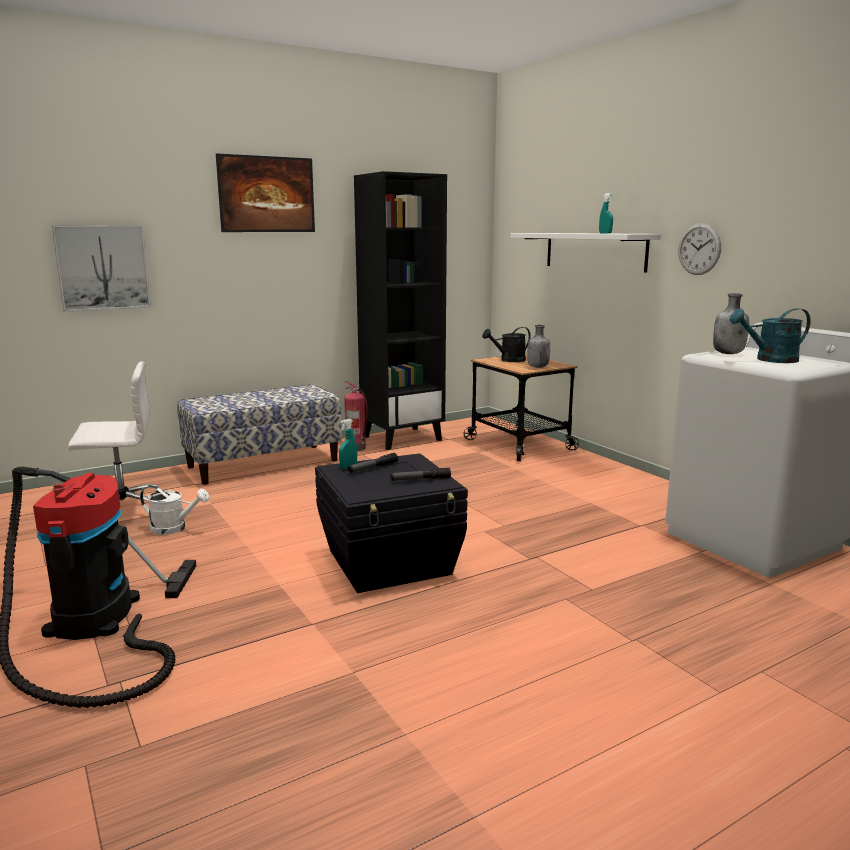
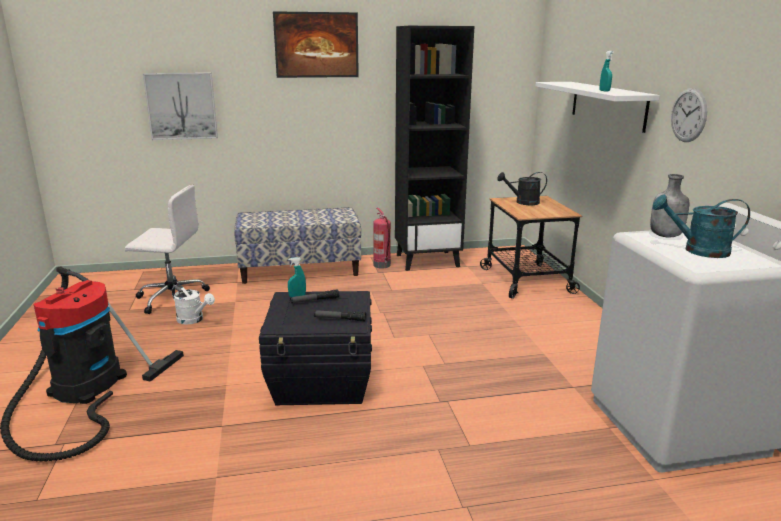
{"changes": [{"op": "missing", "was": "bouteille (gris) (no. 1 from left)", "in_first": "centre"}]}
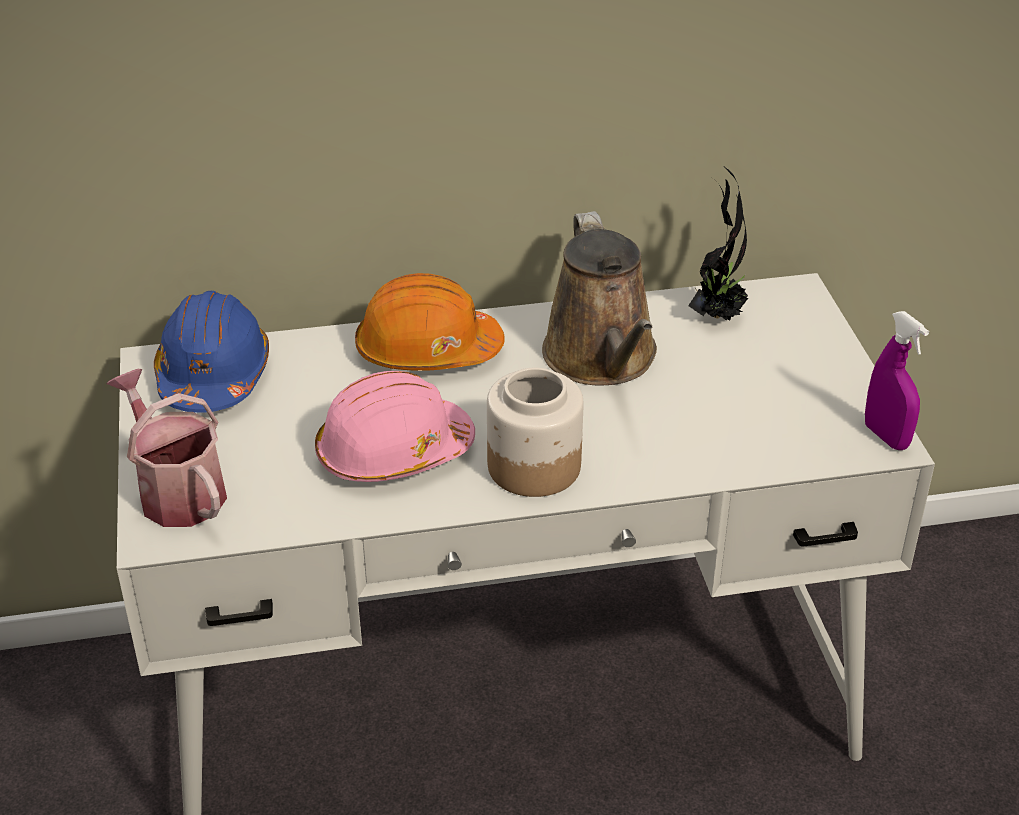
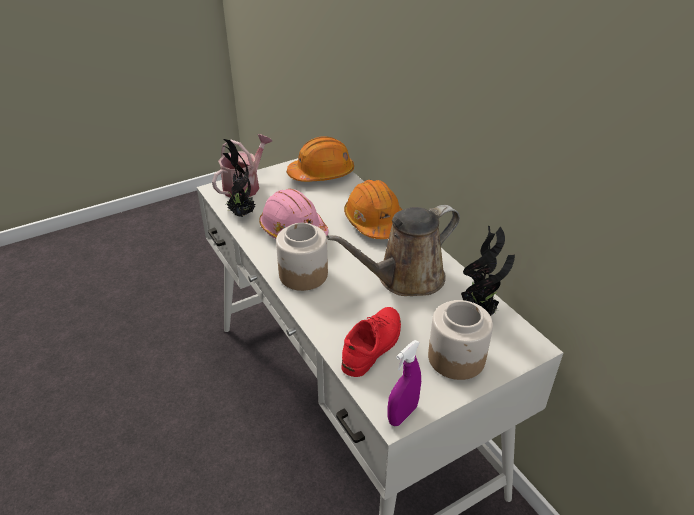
{"changes": [{"op": "colour", "was": "casque de chantier (bleu)", "now": "casque de chantier (orange) (no. 1 from left)", "in_first": "middle left", "in_second": "top centre"}, {"op": "appeared", "now": "plante en pot (no. 1 from left)", "in_second": "centre"}, {"op": "appeared", "now": "bocal (no. 2 from left)", "in_second": "centre"}, {"op": "appeared", "now": "chaussure (rouge)", "in_second": "centre"}]}
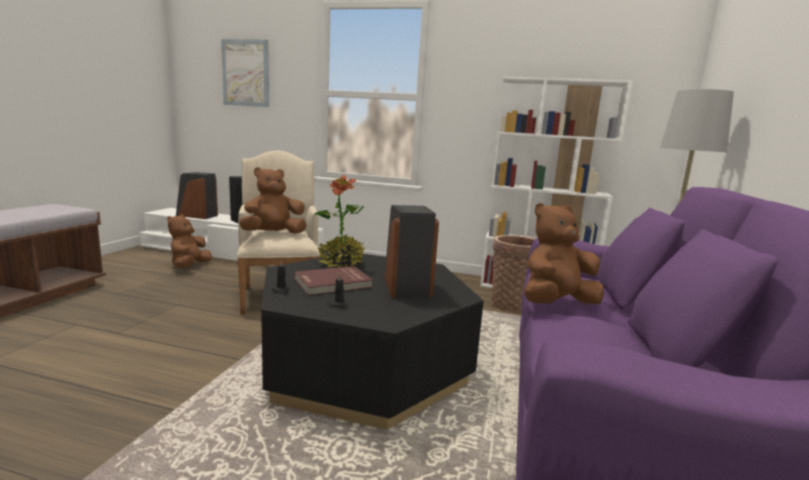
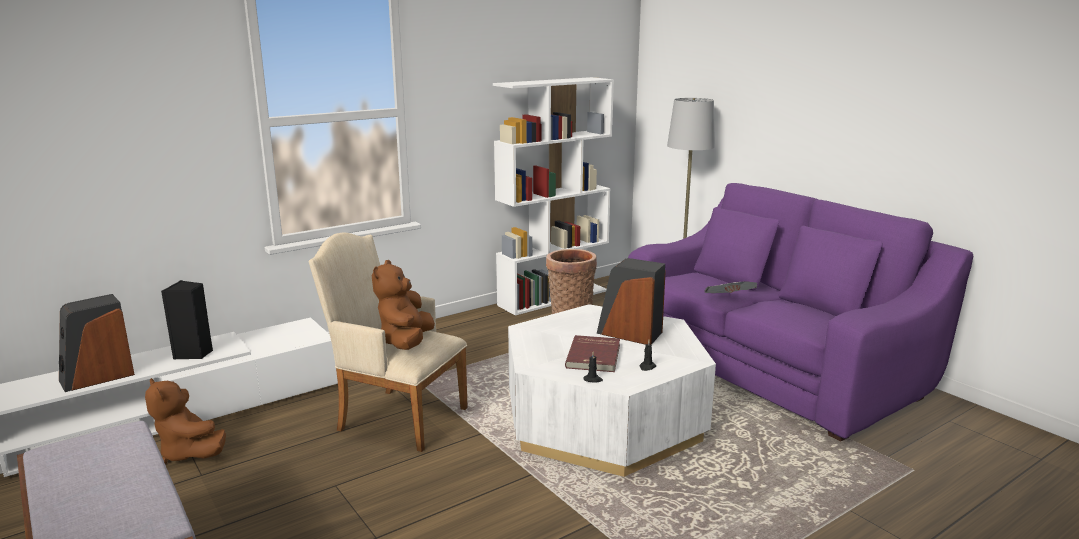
{"changes": [{"op": "missing", "was": "tableau", "in_first": "top left"}, {"op": "missing", "was": "plante en pot", "in_first": "centre"}, {"op": "exchanged", "was": "peluche (marron) (no. 3 from left)", "now": "journal", "in_first": "middle right", "in_second": "middle right"}, {"op": "colour", "was": "table basse (noir)", "now": "table basse (blanc)", "in_first": "bottom centre", "in_second": "bottom centre"}]}
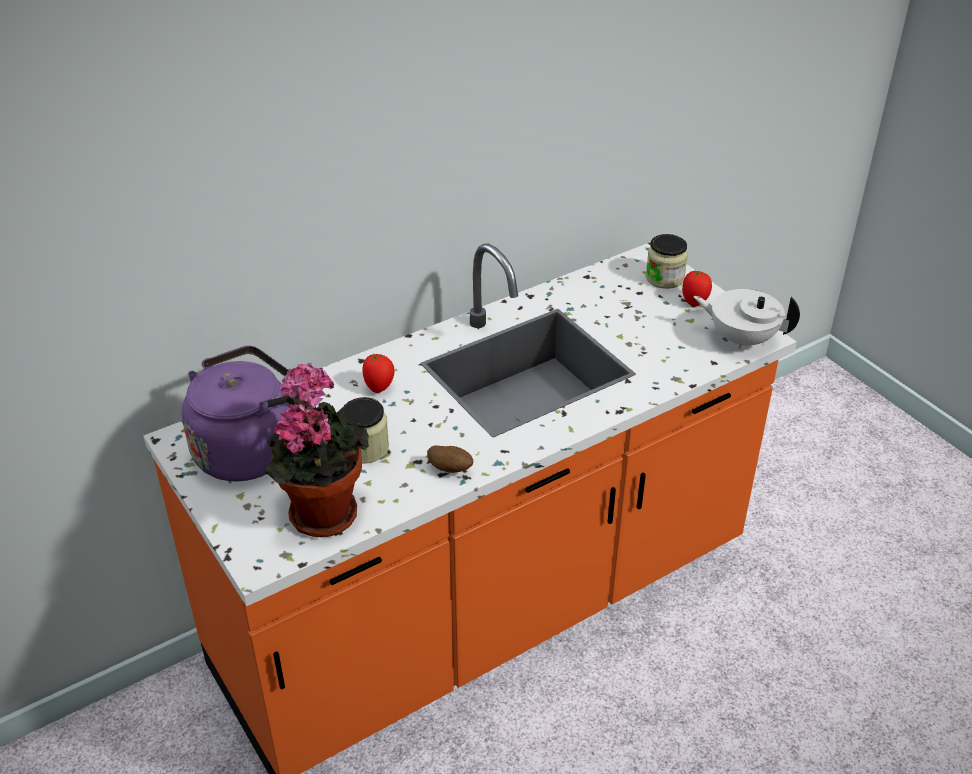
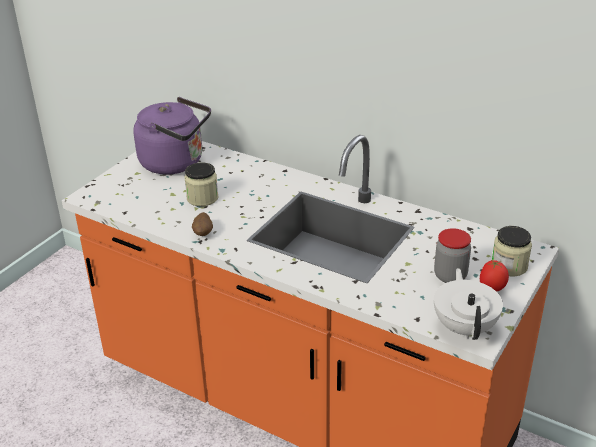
{"changes": [{"op": "missing", "was": "tomate (no. 1 from left)", "in_first": "centre"}, {"op": "missing", "was": "plante en pot", "in_first": "middle left"}, {"op": "appeared", "now": "bocal (no. 2 from left)", "in_second": "middle right"}]}
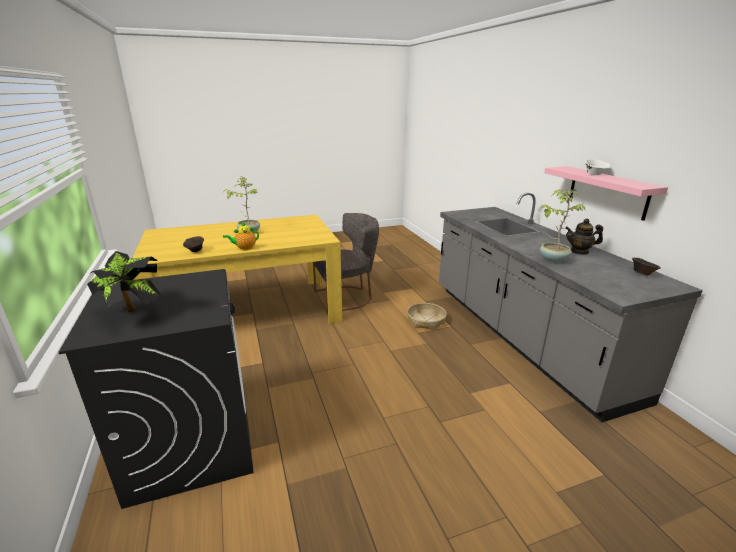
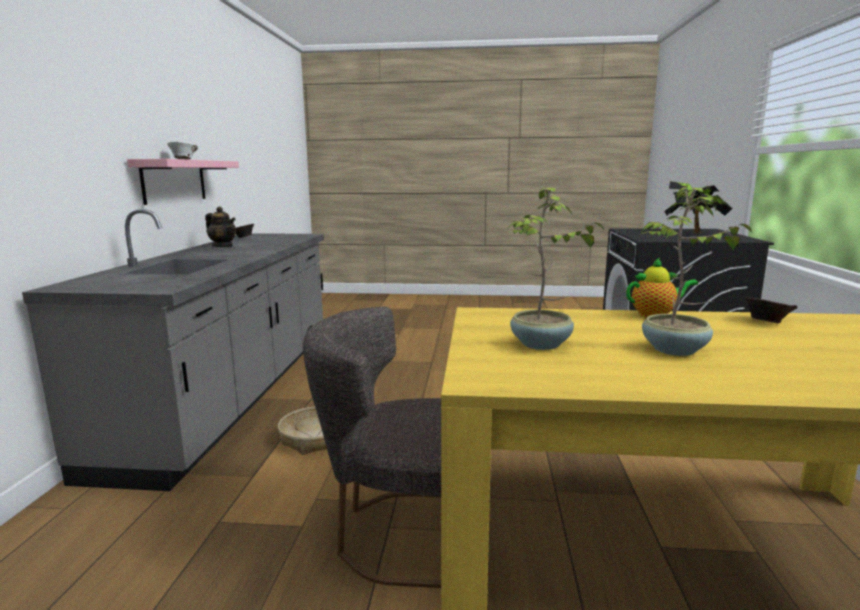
{"changes": [{"op": "relocated", "was": "plante en pot (no. 3 from left in the first image)", "now": "plante en pot (no. 1 from left)", "in_first": "middle right", "in_second": "centre"}]}
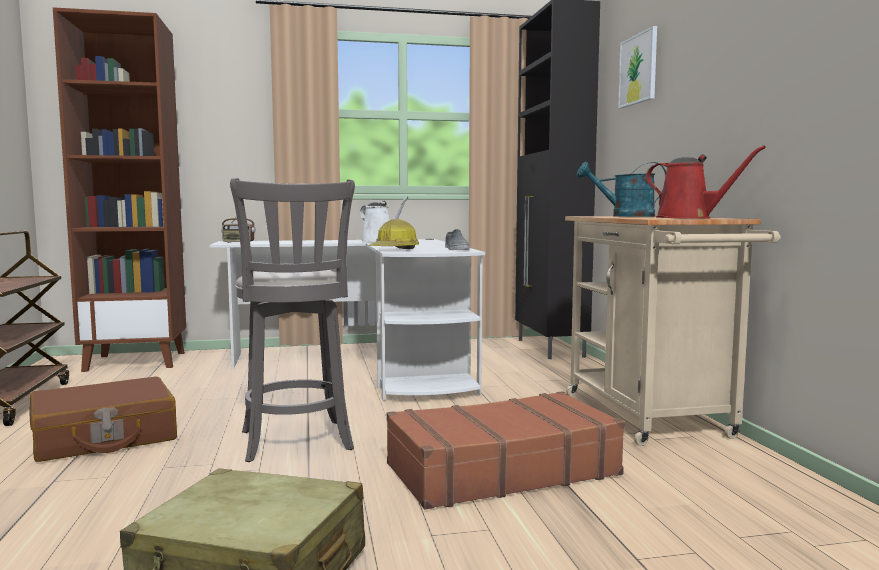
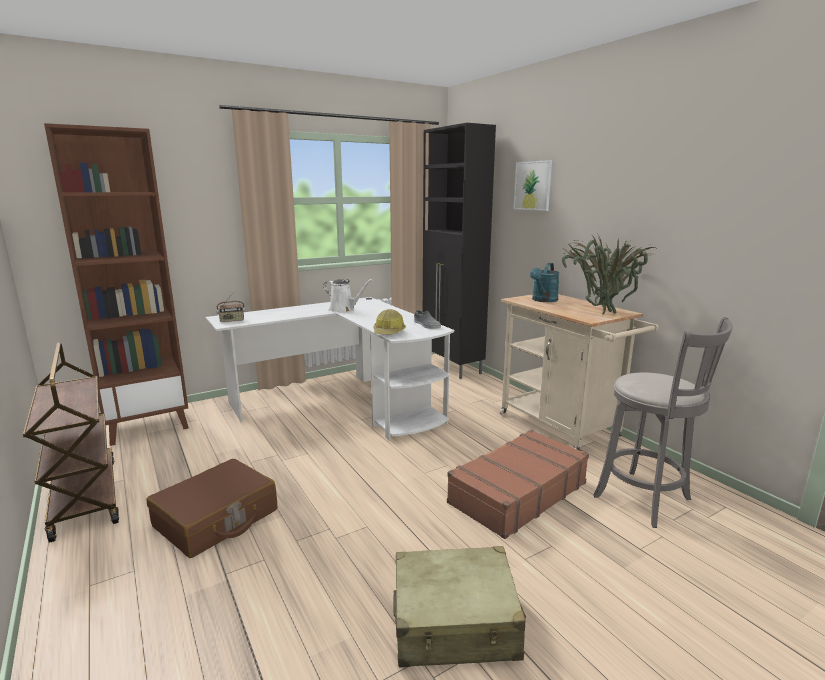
{"changes": [{"op": "exchanged", "was": "arrosoir (rouge)", "now": "plante en pot", "in_first": "top right", "in_second": "middle right"}, {"op": "spun", "was": "arrosoir (turquoise)", "in_first": "top right", "in_second": "centre", "clockwise": -45}, {"op": "relocated", "was": "tabouret (gris)", "in_first": "middle left", "in_second": "middle right"}]}
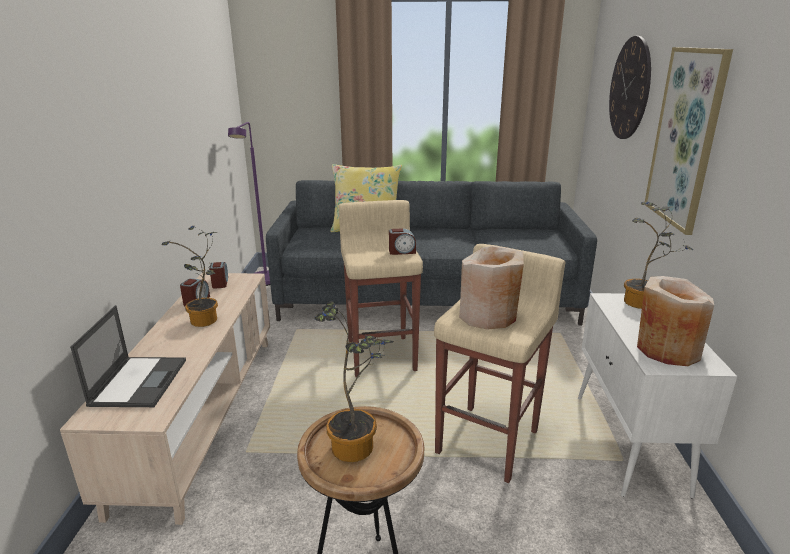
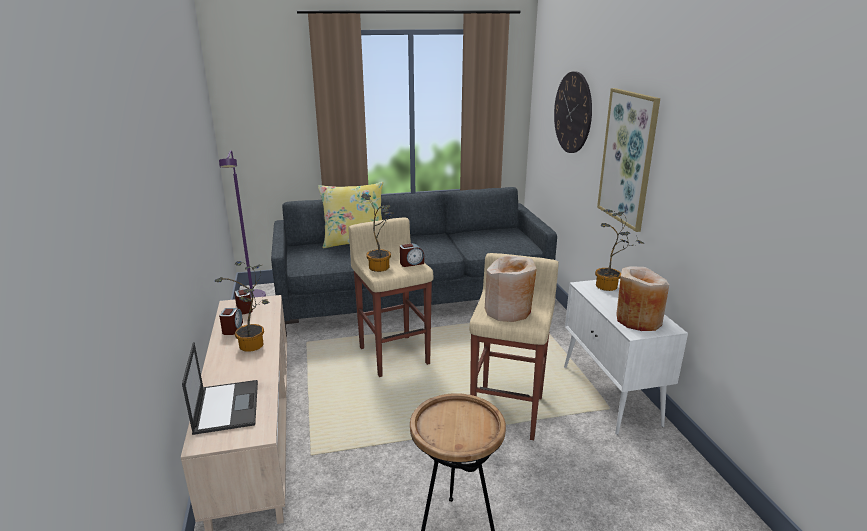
{"changes": [{"op": "relocated", "was": "plante en pot (no. 2 from left)", "in_first": "bottom centre", "in_second": "centre"}]}
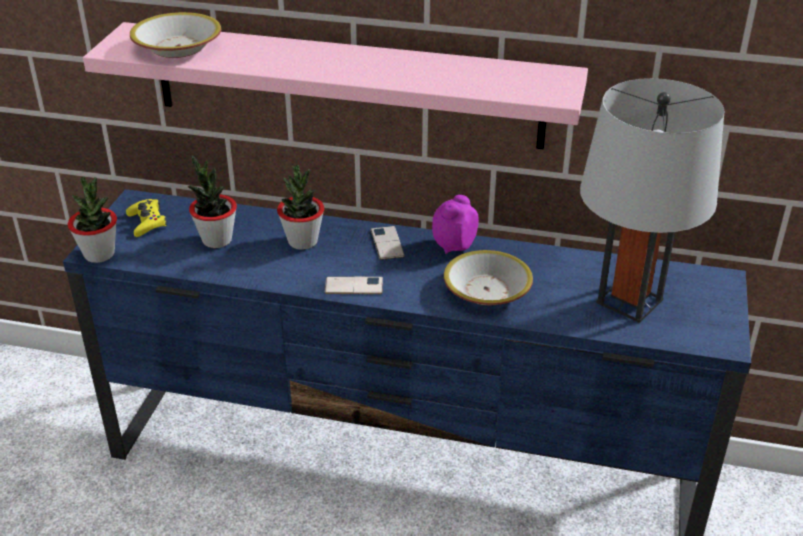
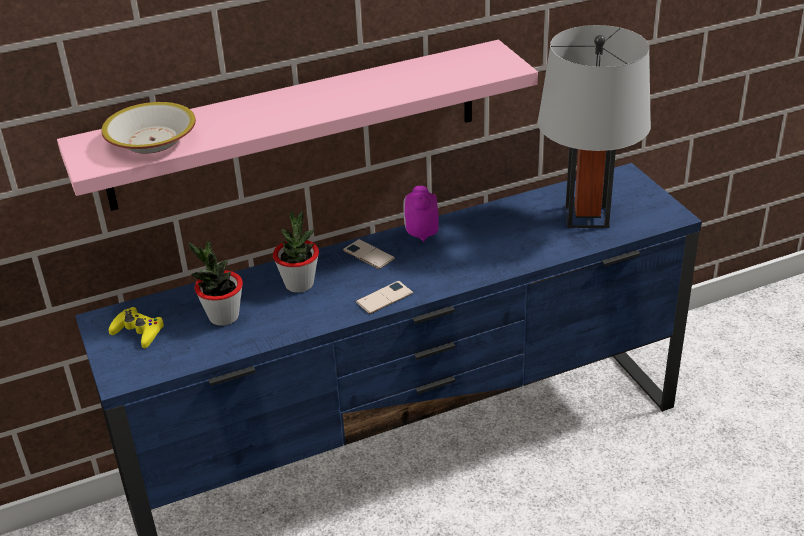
{"changes": [{"op": "missing", "was": "plante en pot (no. 1 from left)", "in_first": "middle left"}, {"op": "missing", "was": "bol (no. 2 from left)", "in_first": "centre"}]}
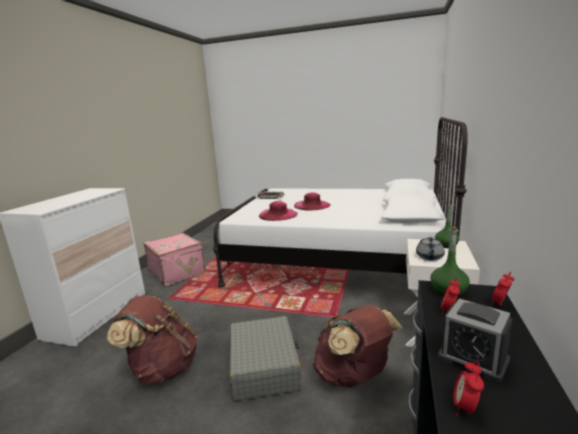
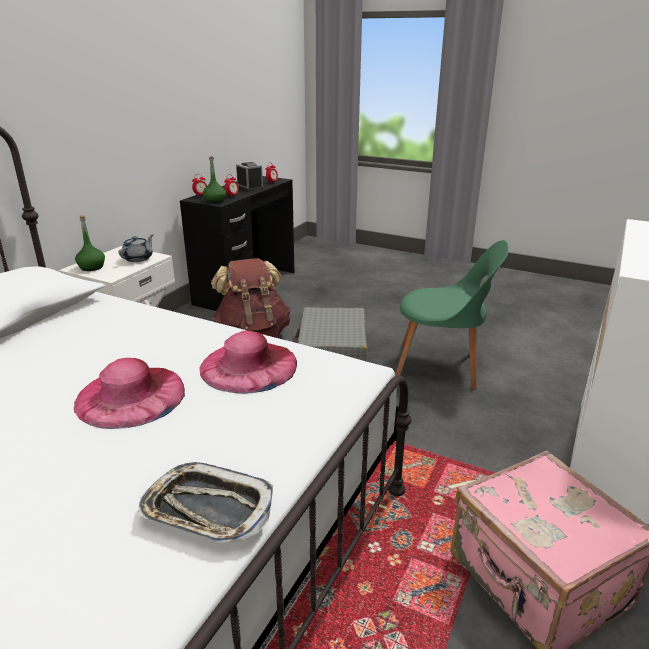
{"changes": [{"op": "exchanged", "was": "sac à dos (marron) (no. 1 from left)", "now": "chaise (vert)", "in_first": "bottom left", "in_second": "middle right"}]}
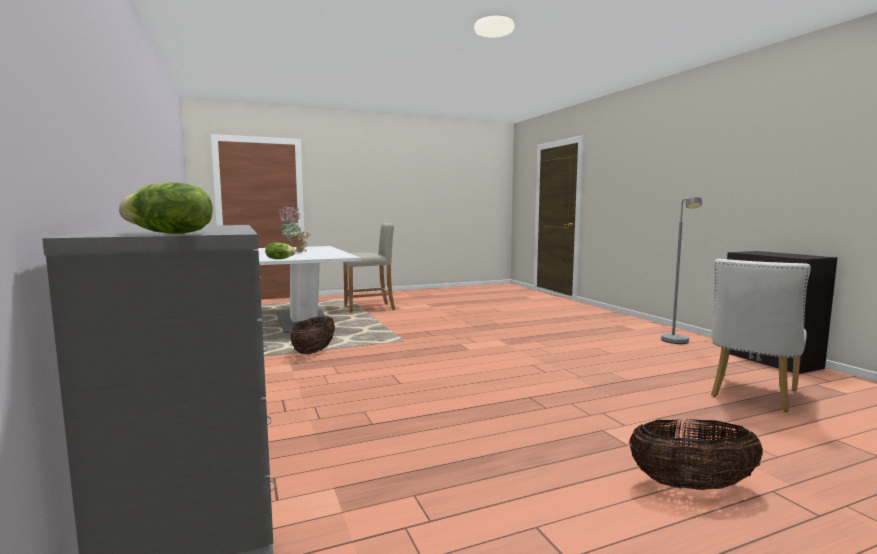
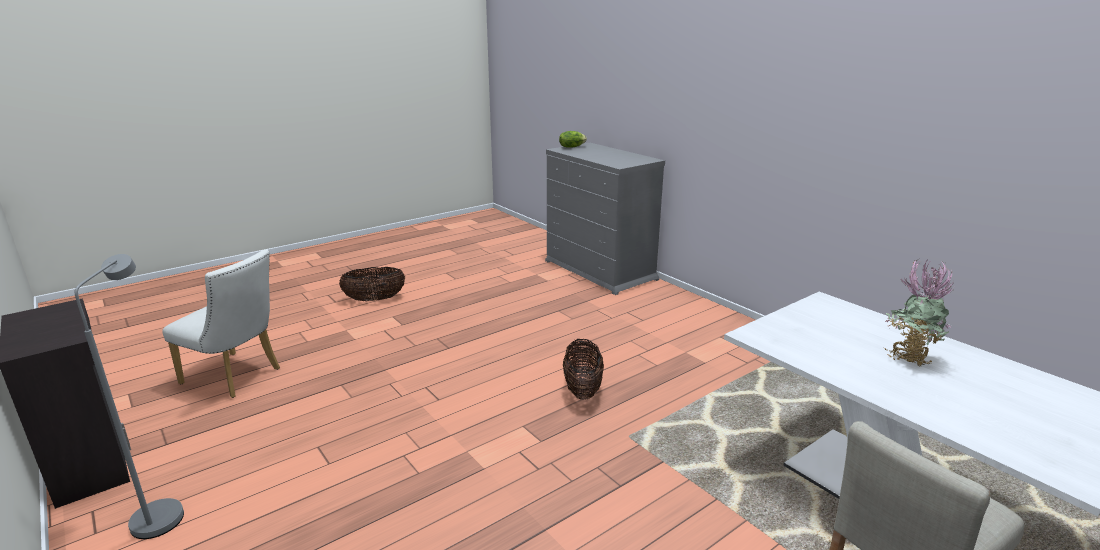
{"changes": [{"op": "missing", "was": "laitue (no. 2 from left)", "in_first": "middle left"}, {"op": "spun", "was": "chaise (blanc)", "in_first": "middle right", "in_second": "middle left", "clockwise": 90}, {"op": "relocated", "was": "panier (no. 1 from left in the first image)", "now": "panier (no. 2 from left)", "in_first": "centre", "in_second": "bottom centre"}]}
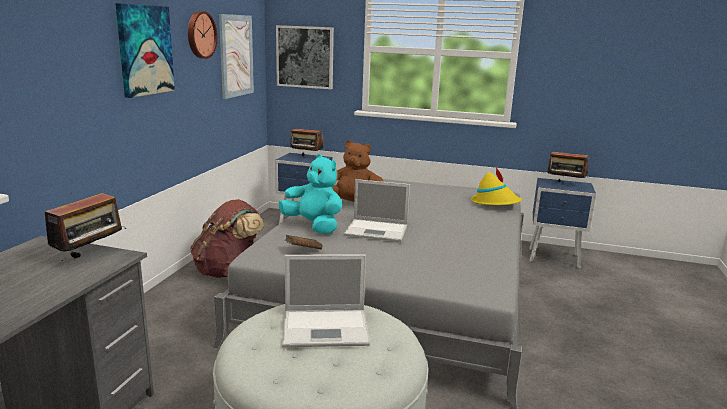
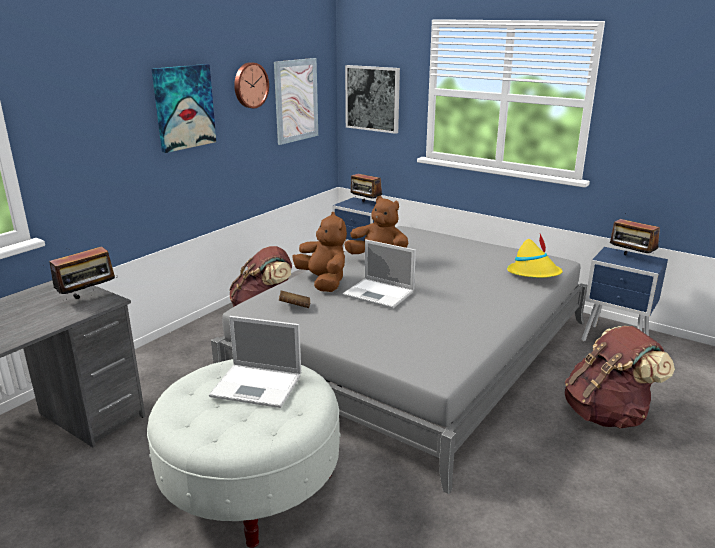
{"changes": [{"op": "colour", "was": "peluche (turquoise)", "now": "peluche (marron) (no. 1 from left)", "in_first": "centre", "in_second": "centre"}, {"op": "appeared", "now": "sac à dos (marron) (no. 2 from left)", "in_second": "bottom right"}]}
